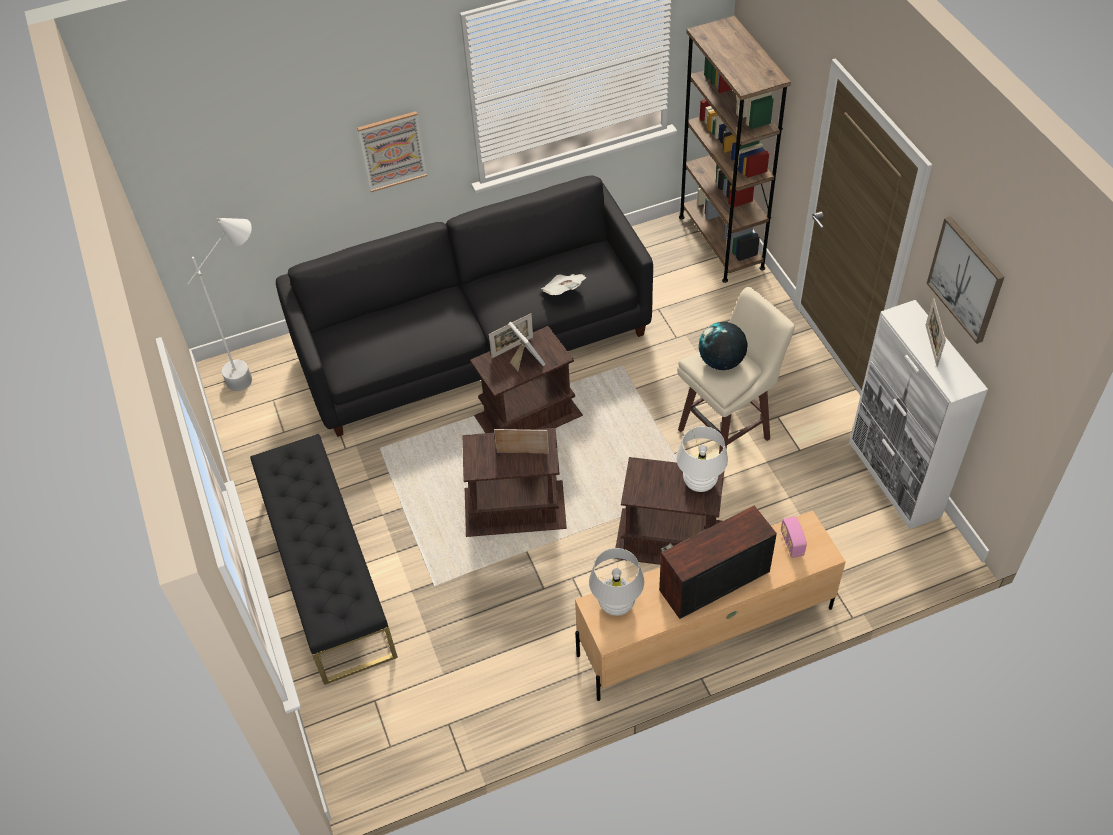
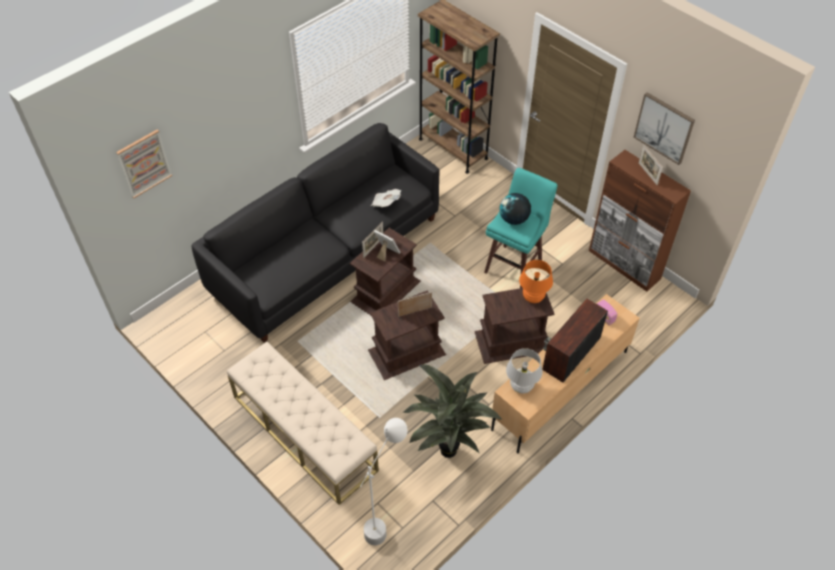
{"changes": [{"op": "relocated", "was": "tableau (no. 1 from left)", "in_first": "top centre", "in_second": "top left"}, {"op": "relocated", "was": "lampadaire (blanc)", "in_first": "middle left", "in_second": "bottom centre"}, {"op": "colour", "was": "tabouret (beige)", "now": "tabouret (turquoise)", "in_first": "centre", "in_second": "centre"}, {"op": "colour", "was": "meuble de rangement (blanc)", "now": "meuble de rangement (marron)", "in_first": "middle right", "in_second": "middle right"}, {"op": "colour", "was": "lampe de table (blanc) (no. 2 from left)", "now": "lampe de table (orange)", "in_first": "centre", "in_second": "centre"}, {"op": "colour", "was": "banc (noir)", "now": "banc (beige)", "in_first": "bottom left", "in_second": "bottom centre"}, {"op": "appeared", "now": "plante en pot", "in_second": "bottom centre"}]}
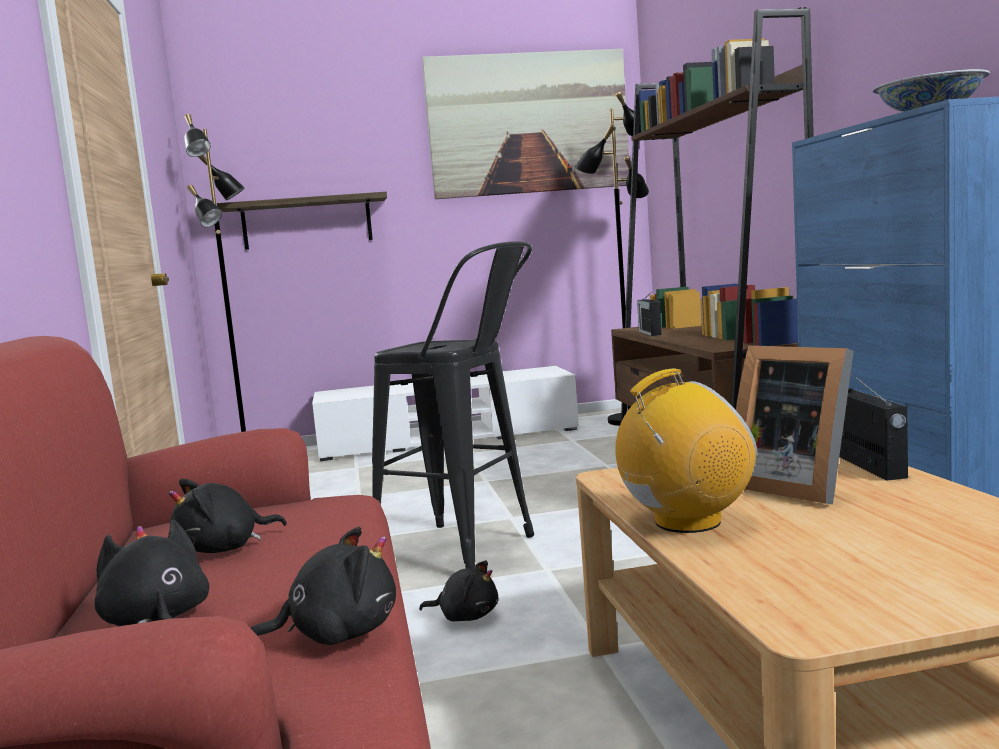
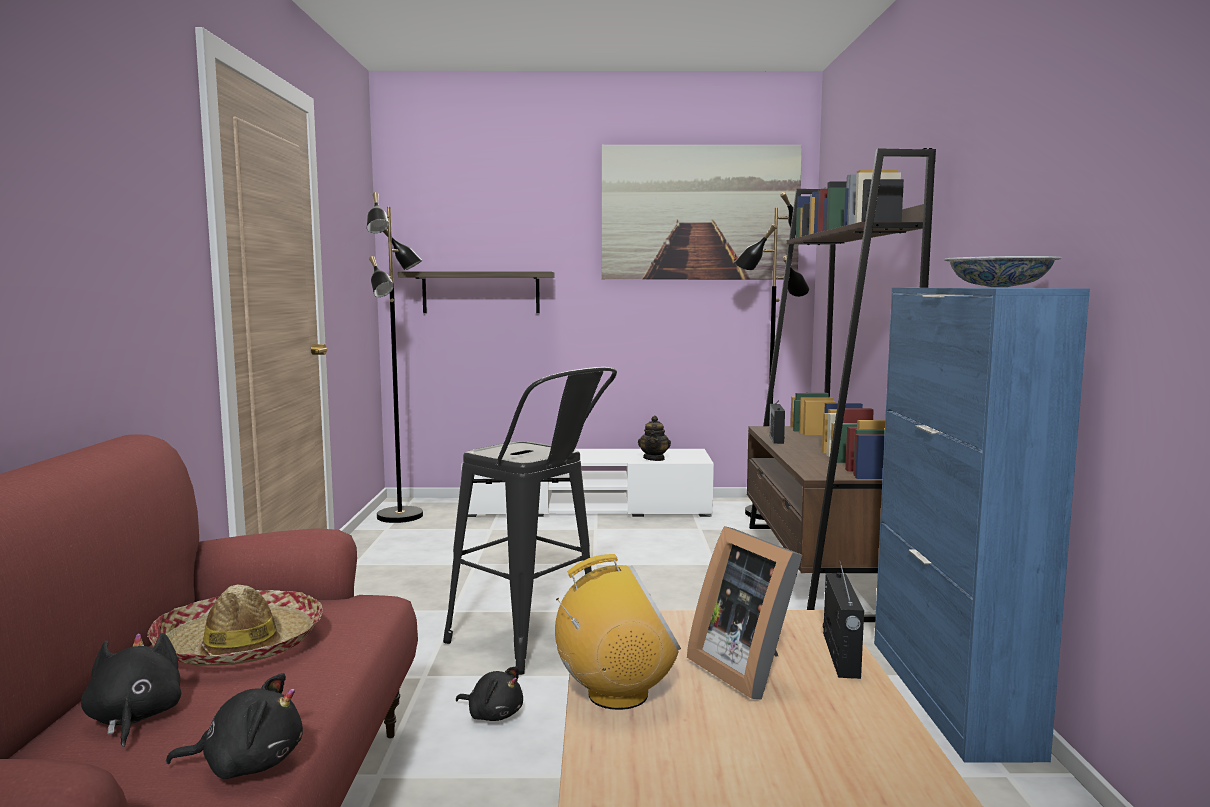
{"changes": [{"op": "exchanged", "was": "peluche (noir) (no. 2 from left)", "now": "chapeau", "in_first": "bottom left", "in_second": "bottom left"}, {"op": "appeared", "now": "théière", "in_second": "centre"}]}
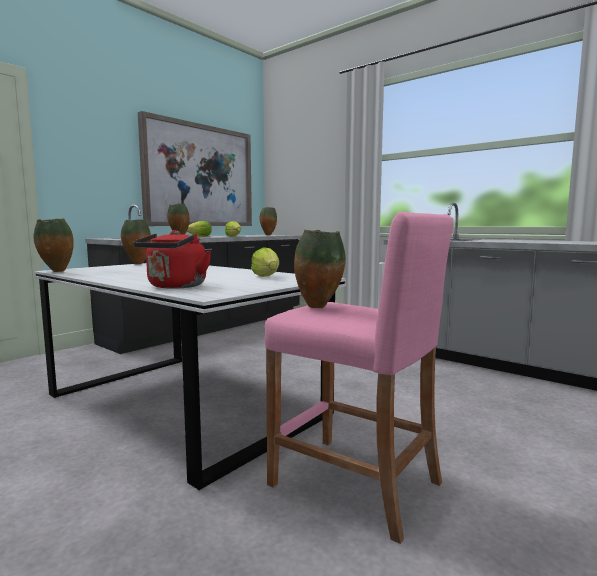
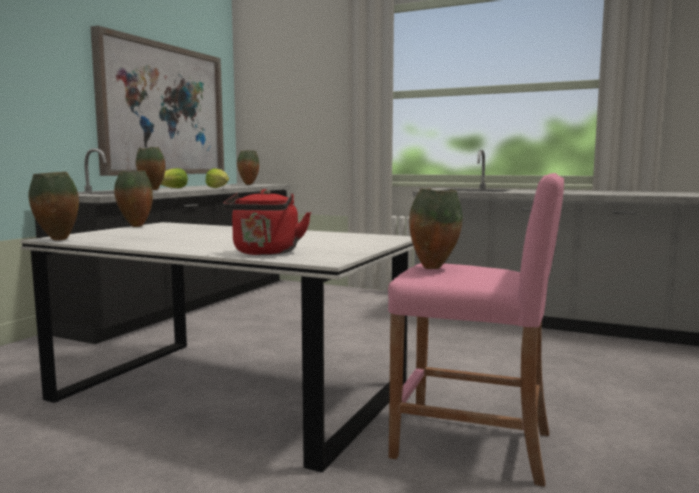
{"changes": [{"op": "missing", "was": "laitue (no. 3 from left)", "in_first": "centre"}]}
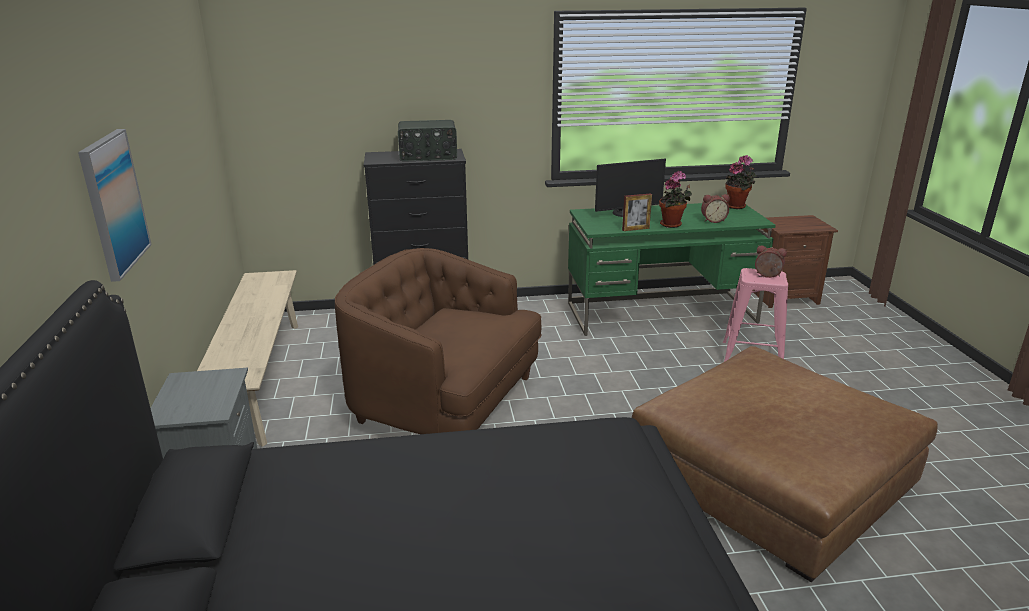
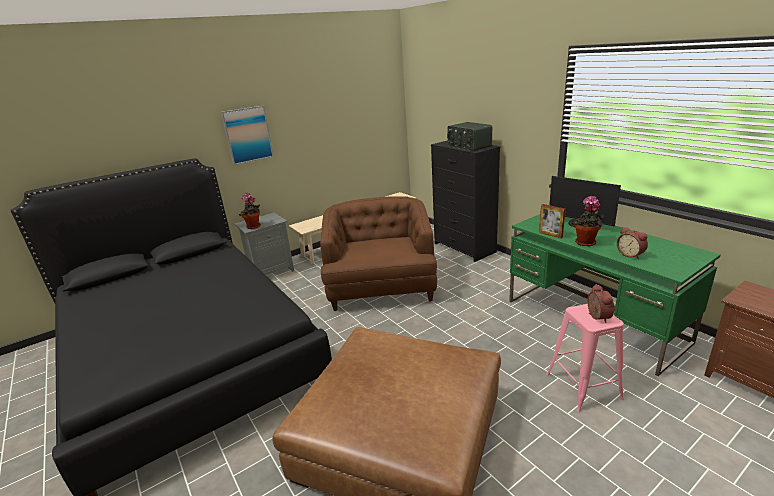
{"changes": [{"op": "relocated", "was": "plante en pot (no. 2 from left in the first image)", "now": "plante en pot (no. 1 from left)", "in_first": "top right", "in_second": "middle left"}]}
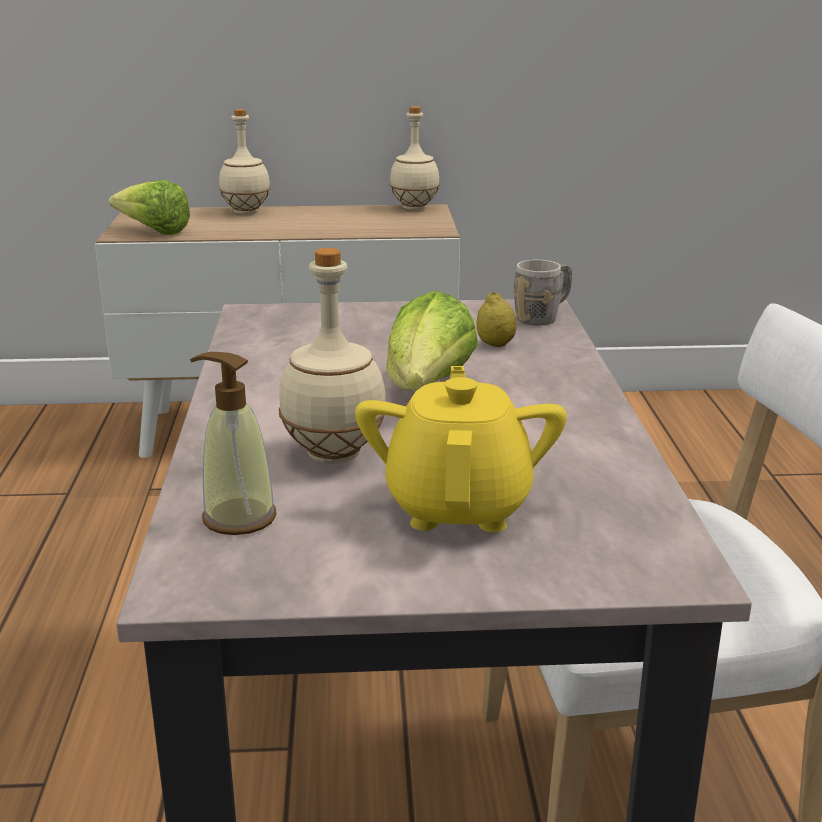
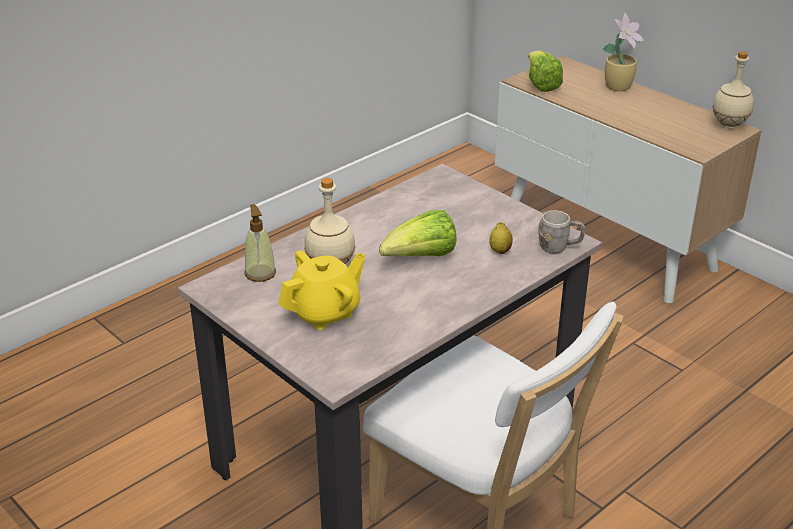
{"changes": [{"op": "exchanged", "was": "bouteille (beige) (no. 1 from left)", "now": "plante en pot", "in_first": "top left", "in_second": "top right"}]}
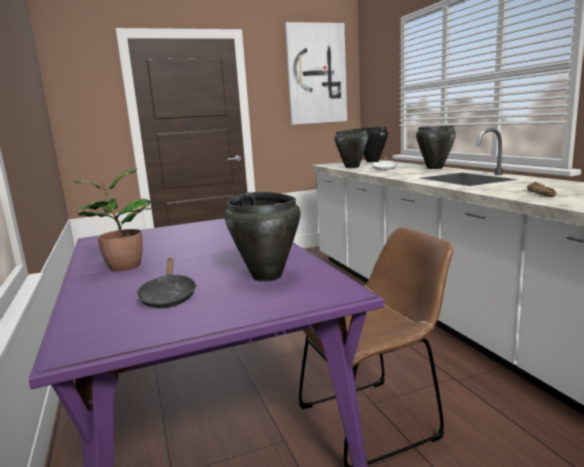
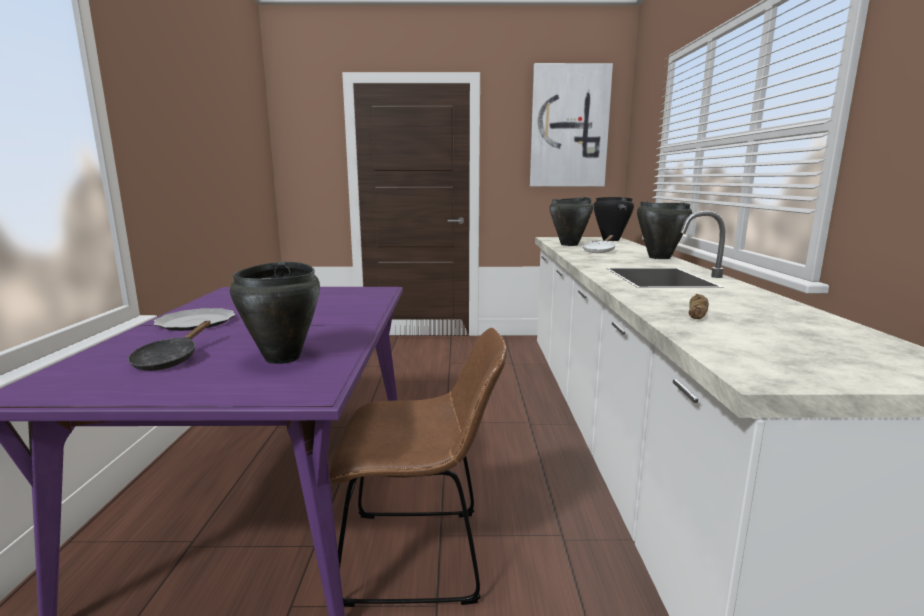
{"changes": [{"op": "exchanged", "was": "plante en pot", "now": "assiette", "in_first": "middle left", "in_second": "middle left"}]}
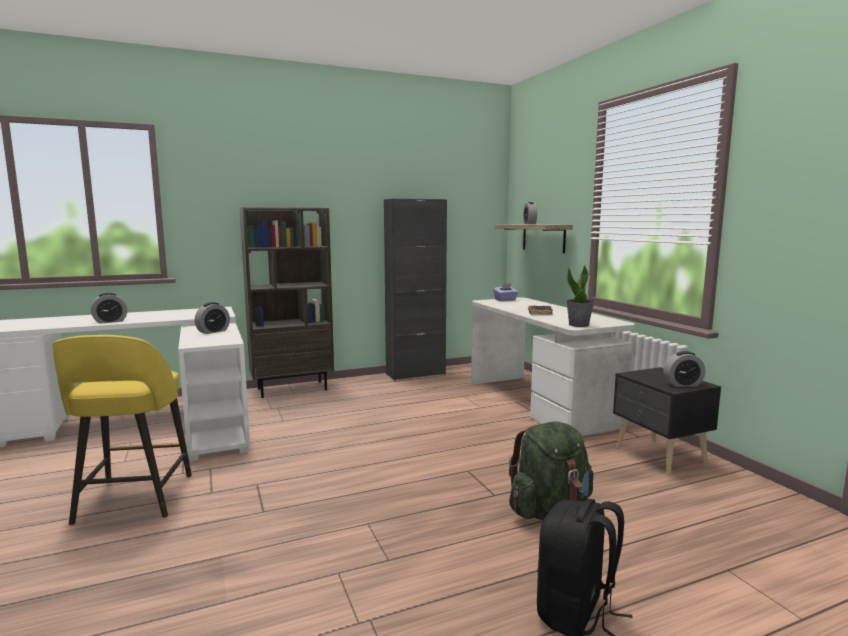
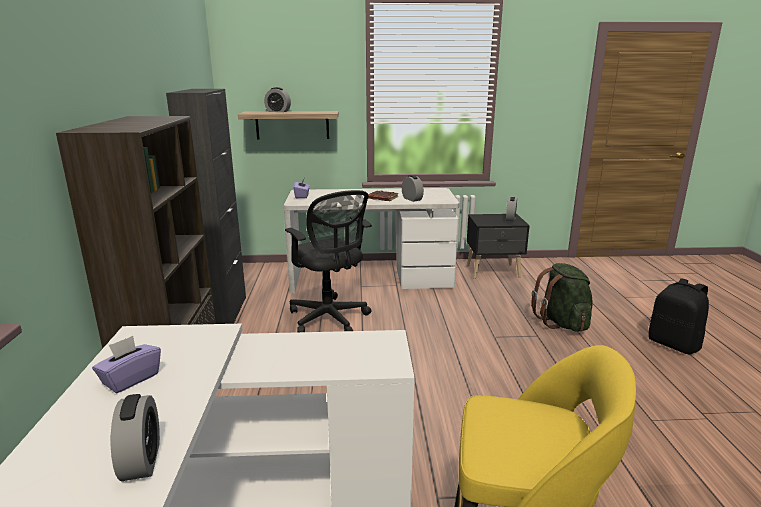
{"changes": [{"op": "missing", "was": "plante en pot", "in_first": "middle right"}, {"op": "relocated", "was": "réveil (no. 2 from left in the first image)", "now": "réveil (no. 3 from left)", "in_first": "middle left", "in_second": "centre"}, {"op": "appeared", "now": "chaise de bureau (noir)", "in_second": "centre"}, {"op": "appeared", "now": "boîte à mouchoirs (violet) (no. 1 from left)", "in_second": "bottom left"}]}
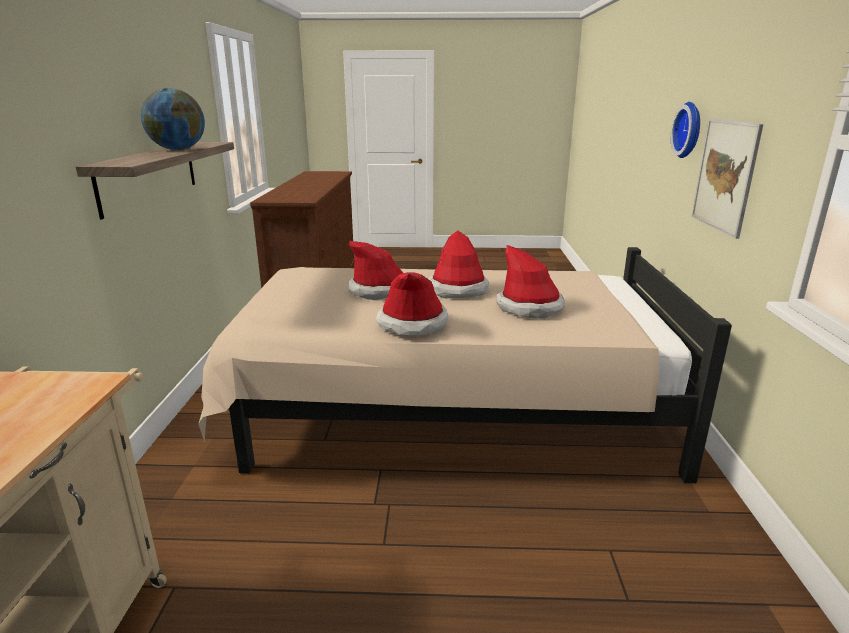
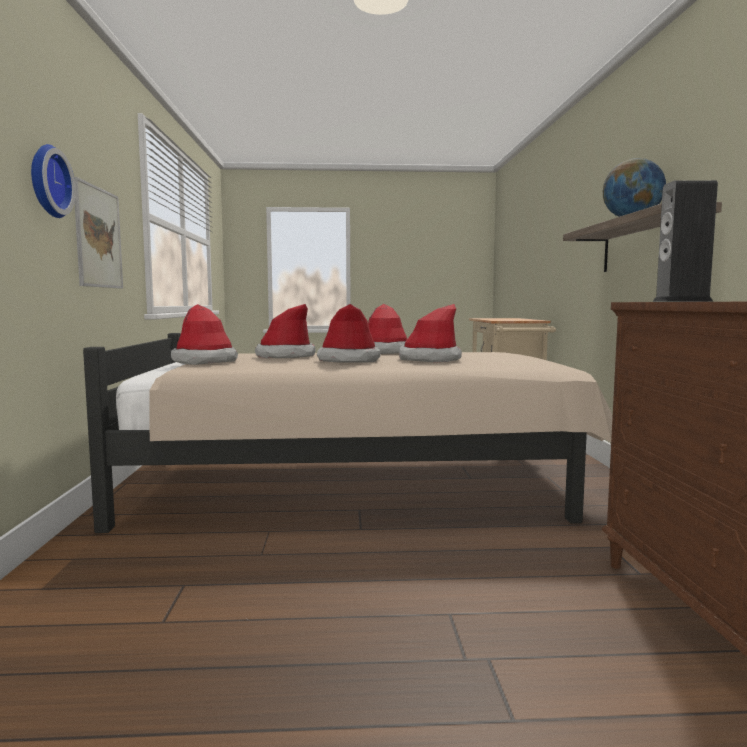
{"changes": [{"op": "appeared", "now": "enceinte", "in_second": "top right"}, {"op": "appeared", "now": "chapeau (no. 1 from left)", "in_second": "middle left"}]}
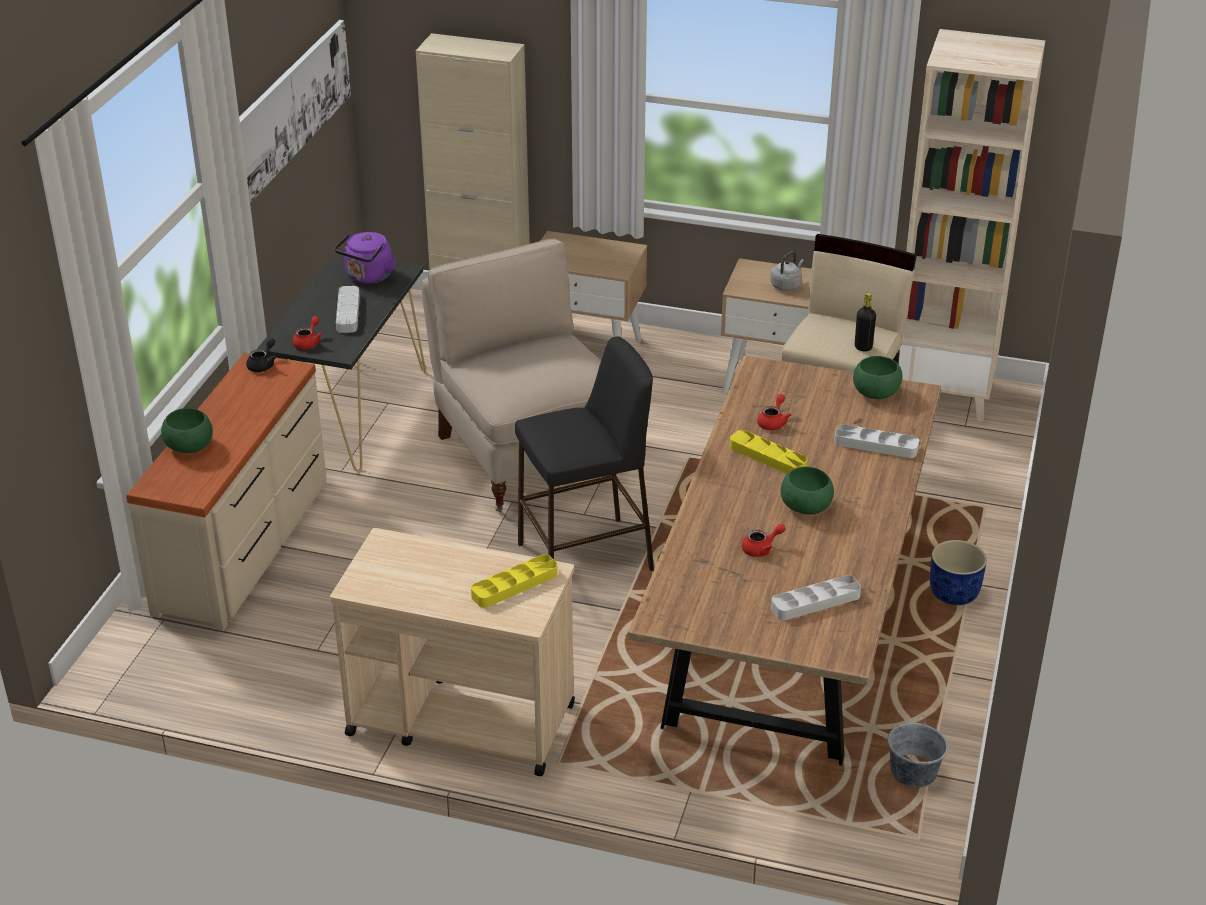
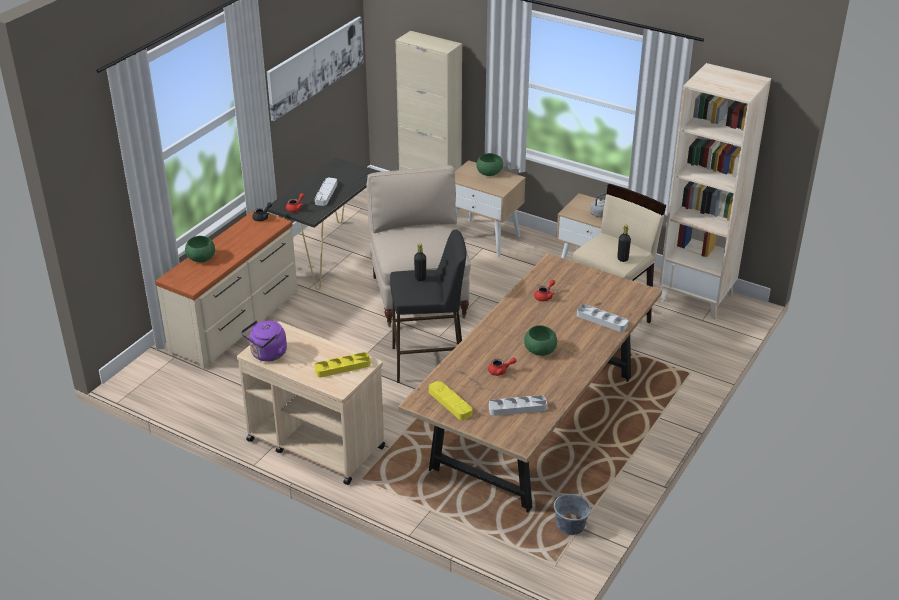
{"changes": [{"op": "relocated", "was": "bouilloire (violet)", "in_first": "top left", "in_second": "middle left"}, {"op": "relocated", "was": "bol (vert) (no. 3 from left in the first image)", "now": "bol (vert) (no. 2 from left)", "in_first": "middle right", "in_second": "top centre"}, {"op": "relocated", "was": "plateau (jaune) (no. 2 from left)", "in_first": "centre", "in_second": "bottom centre"}, {"op": "missing", "was": "cache-pot (bleu)", "in_first": "middle right"}, {"op": "appeared", "now": "bouteille (noir) (no. 1 from left)", "in_second": "centre"}]}
